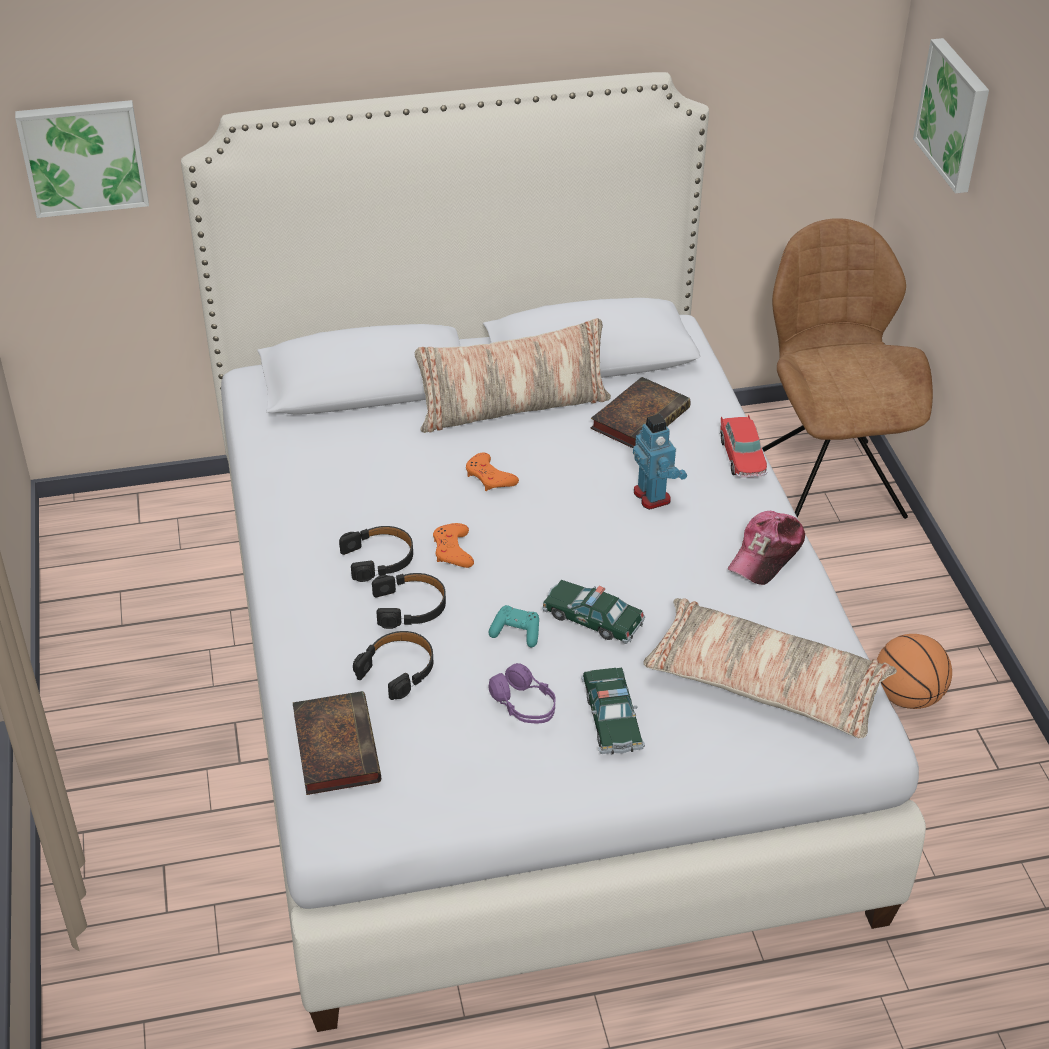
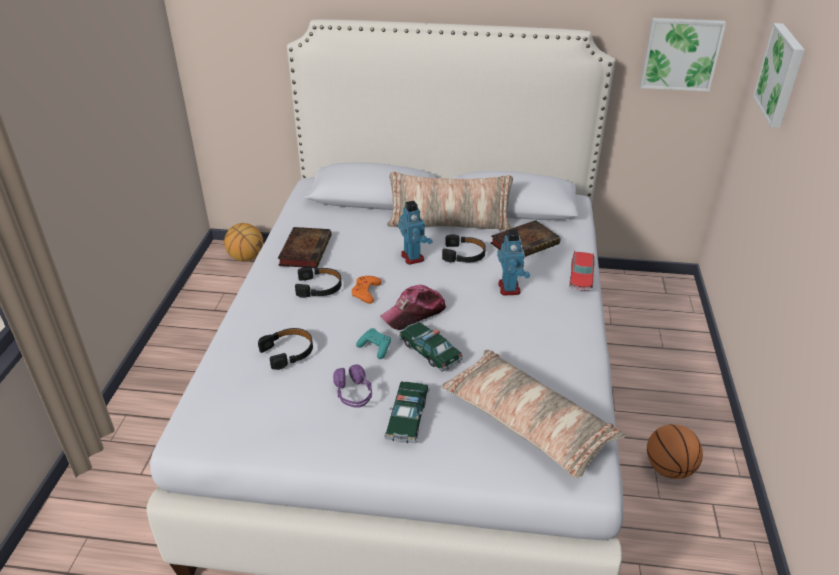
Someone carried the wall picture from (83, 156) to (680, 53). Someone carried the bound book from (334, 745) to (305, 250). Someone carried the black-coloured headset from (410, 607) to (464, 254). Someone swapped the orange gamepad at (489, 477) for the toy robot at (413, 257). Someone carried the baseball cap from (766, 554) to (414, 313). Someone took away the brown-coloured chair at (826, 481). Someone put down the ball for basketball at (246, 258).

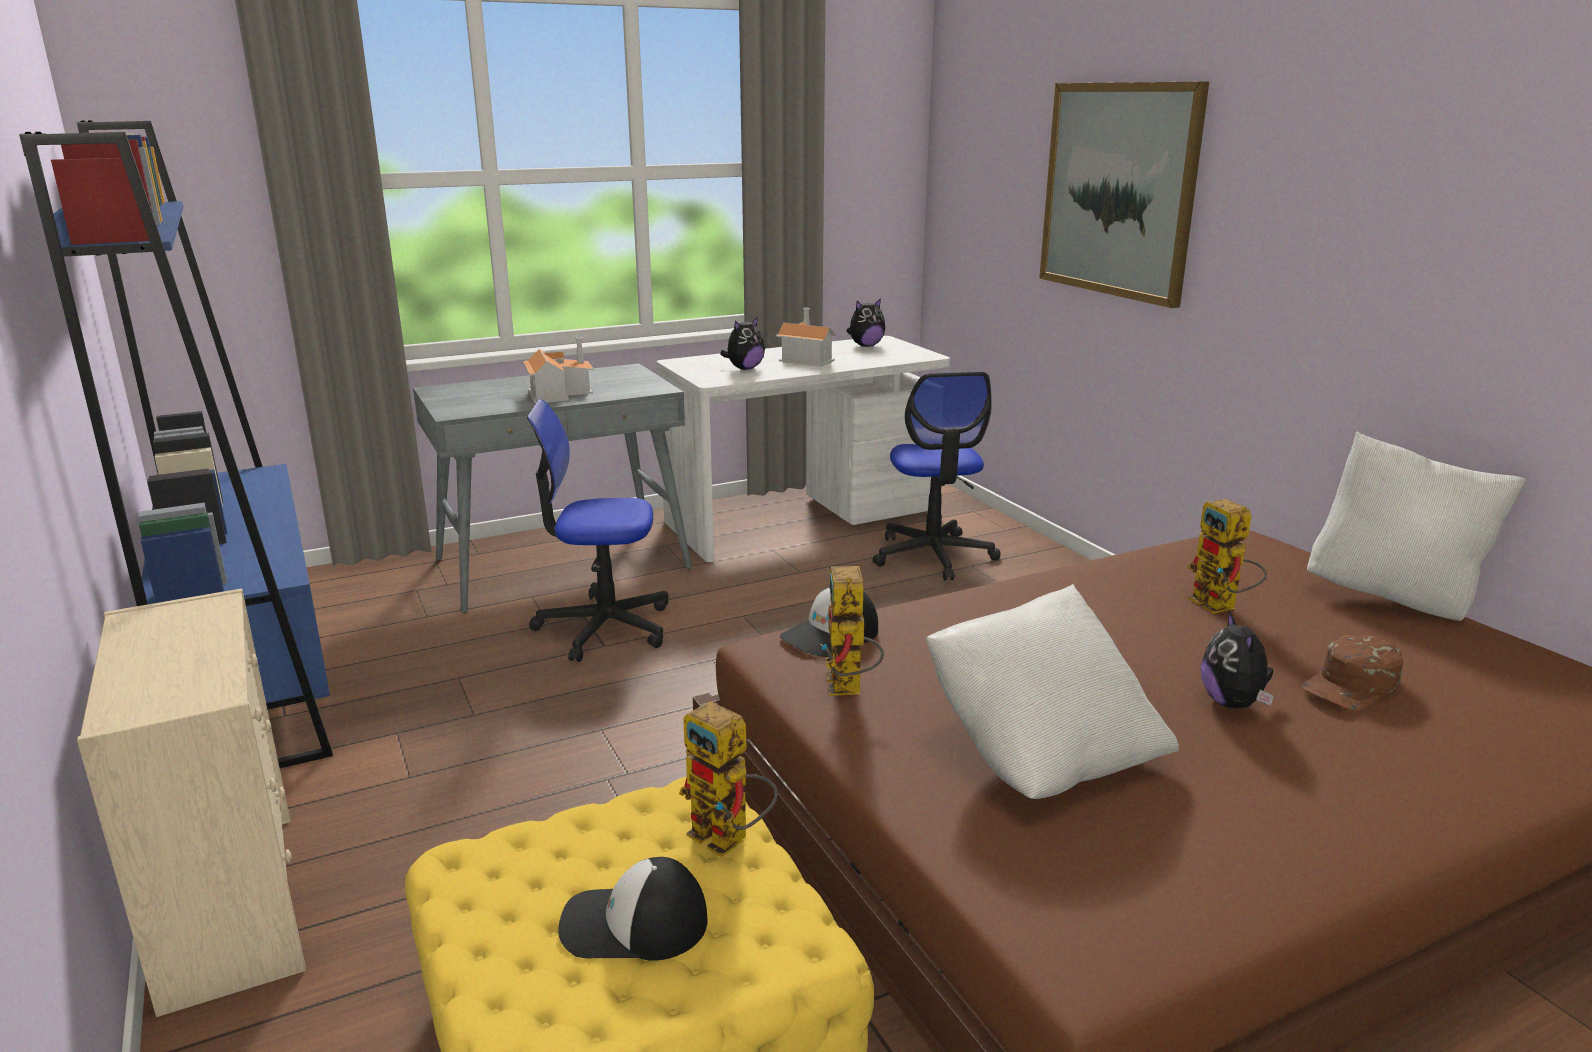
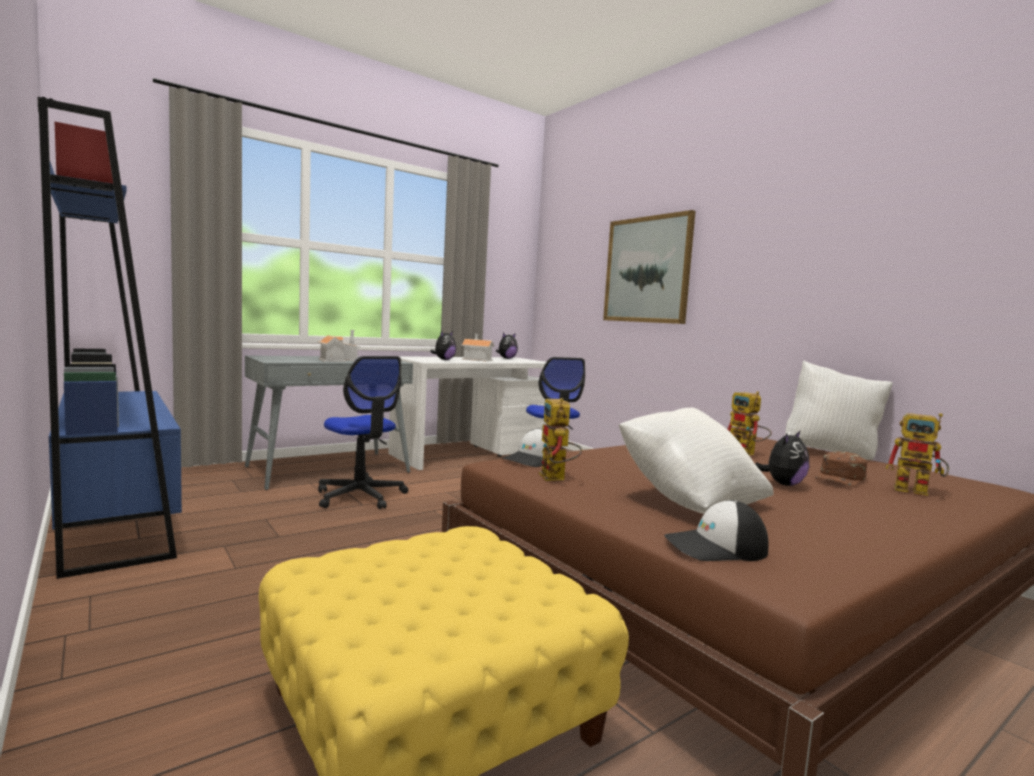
Someone took away the sand-coloured chest of drawers at (230, 904). Someone rotated the desk chair at (604, 627) by 120 degrees counterclockwise. Someone carried the baseball cap from (633, 924) to (716, 547). Someone carried the toy robot from (730, 840) to (919, 491). Someone rotated the plush toy at (1233, 703) by 120 degrees counterclockwise.

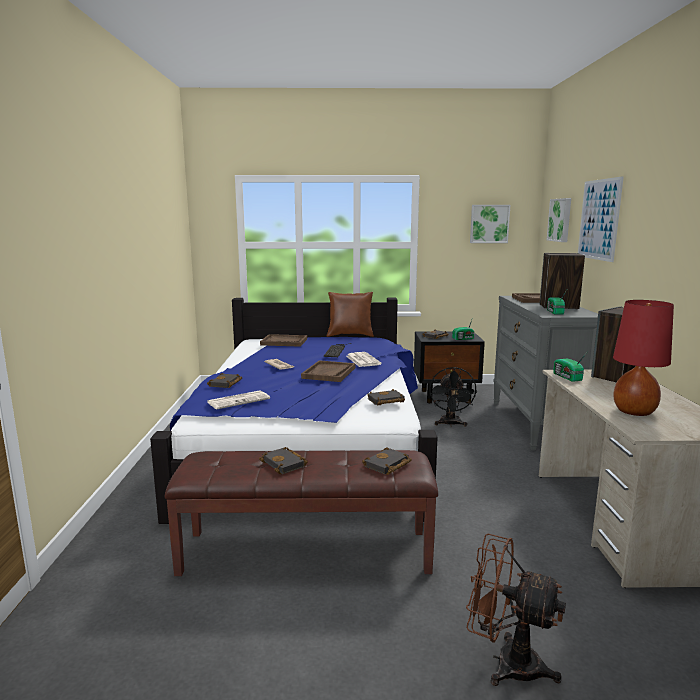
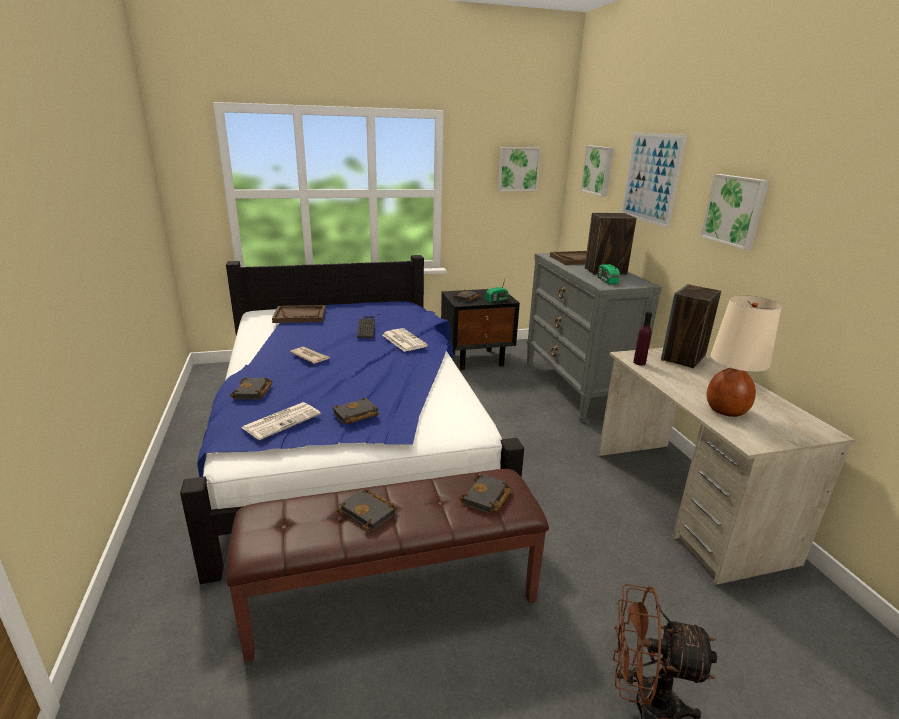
Someone took away the brown-coloured tray at (329, 373). Someone took away the brown-coloured cushion at (350, 335). Someone carried the black-coloured bound book from (385, 401) to (355, 415). Someone took away the black-coloured electric fan at (450, 424). Someone swapped the radio receiver at (567, 377) for the purple drink bottle at (639, 363). Someone repainted the red tabletop lamp at (635, 412), which became the sand-coloured tabletop lamp at (726, 410). Someone put up the wall picture at (735, 210).

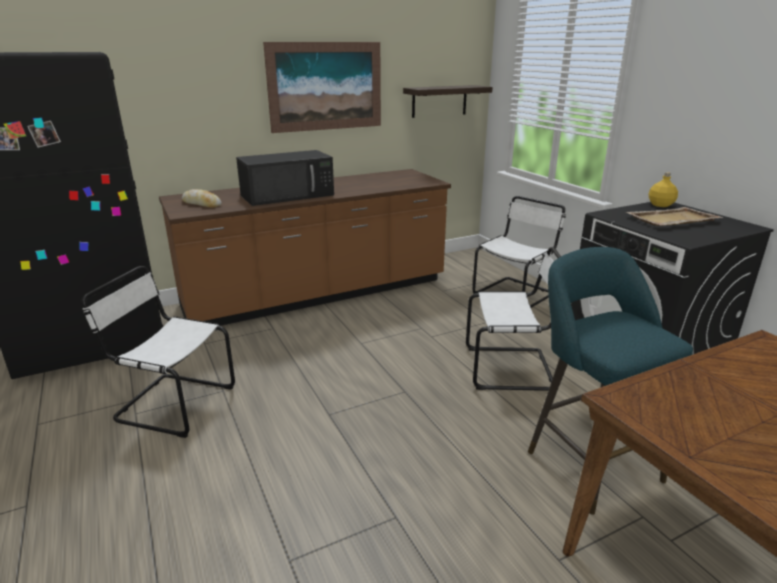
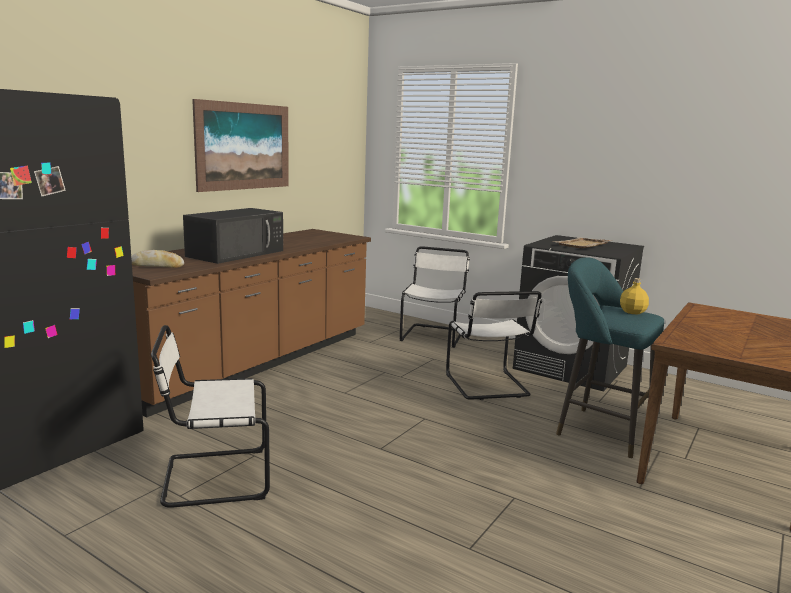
Someone took away the shelf at (439, 101). Someone rotated the white chair at (512, 369) by 105 degrees clockwise. Someone carried the yellow drink bottle from (660, 205) to (633, 312).

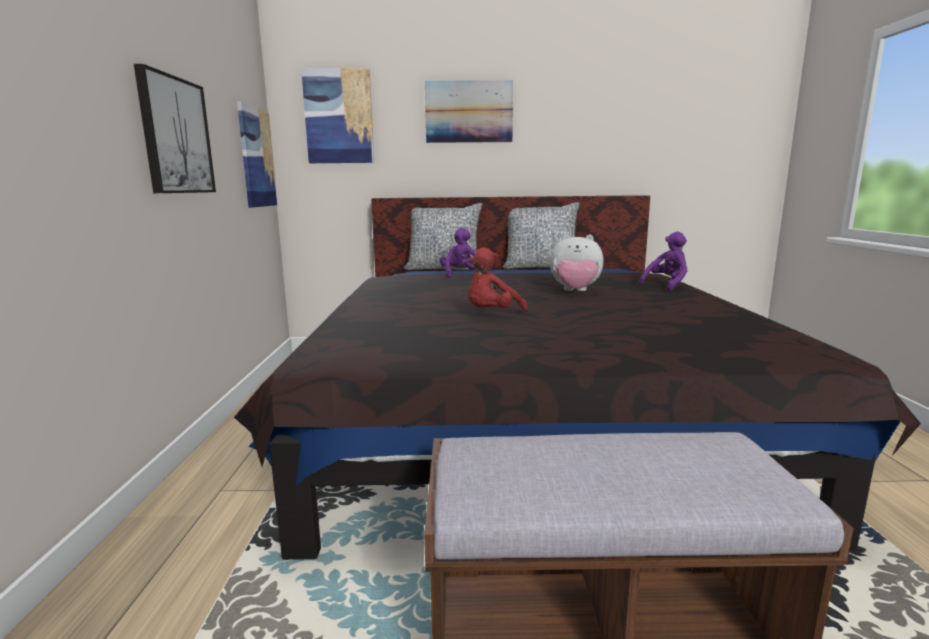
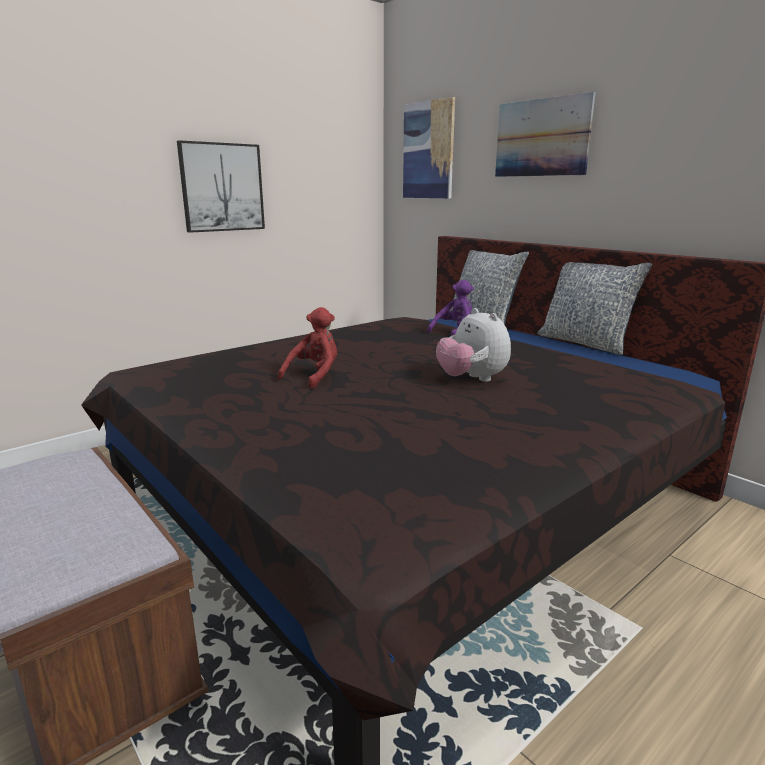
Someone took away the wall picture at (257, 157). Someone rotated the red plush toy at (492, 314) by 120 degrees clockwise. Someone took away the purple plush toy at (666, 285).

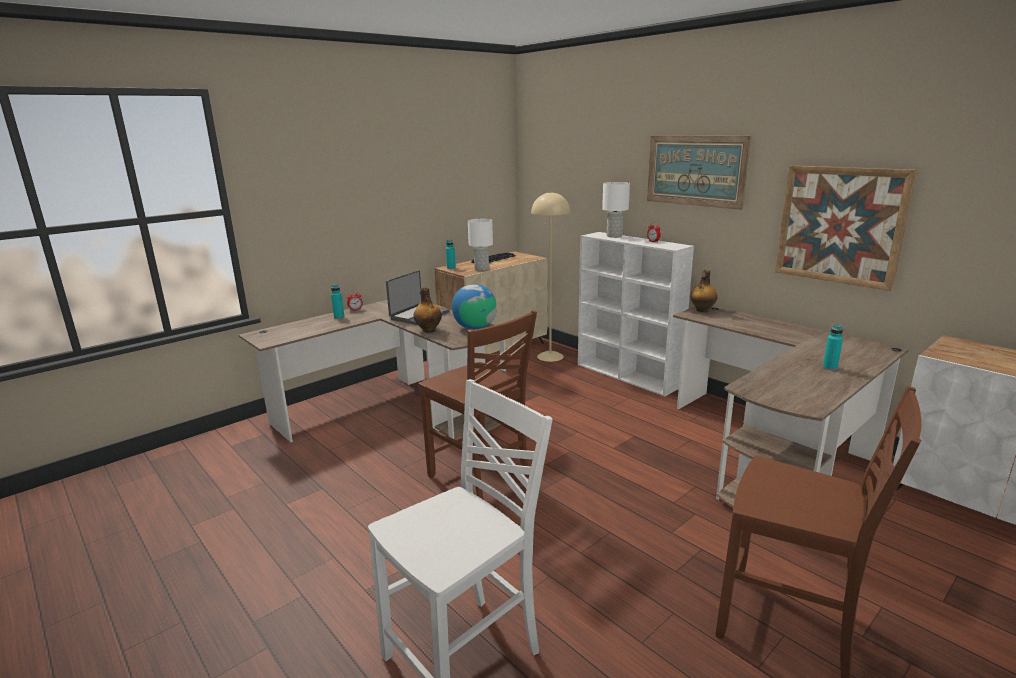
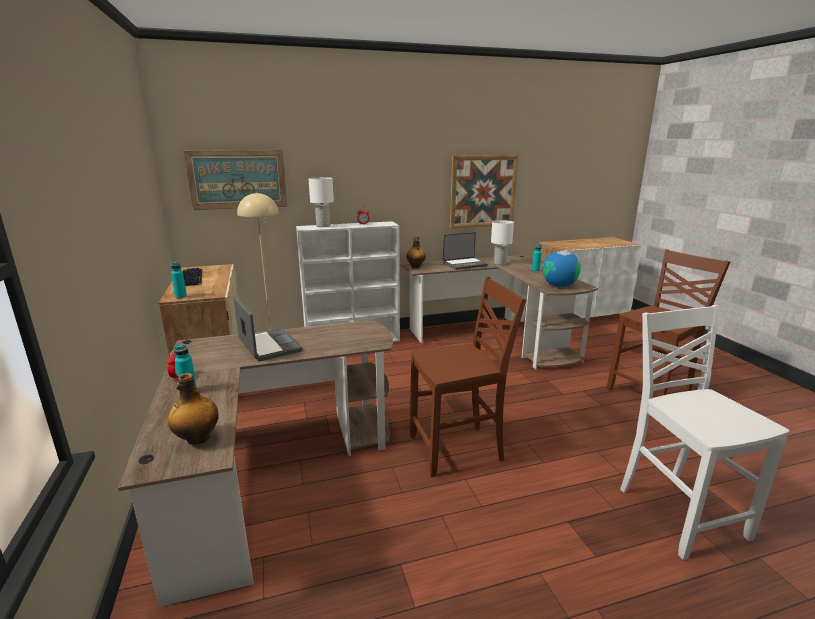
Someone carried the drink bottle from (428, 330) to (197, 439). Someone carried the globe from (475, 327) to (559, 286). Someone carried the white tabletop lamp from (481, 269) to (499, 263). Someone carried the wall picture from (695, 171) to (238, 179). Someone put down the portable computer at (464, 264).

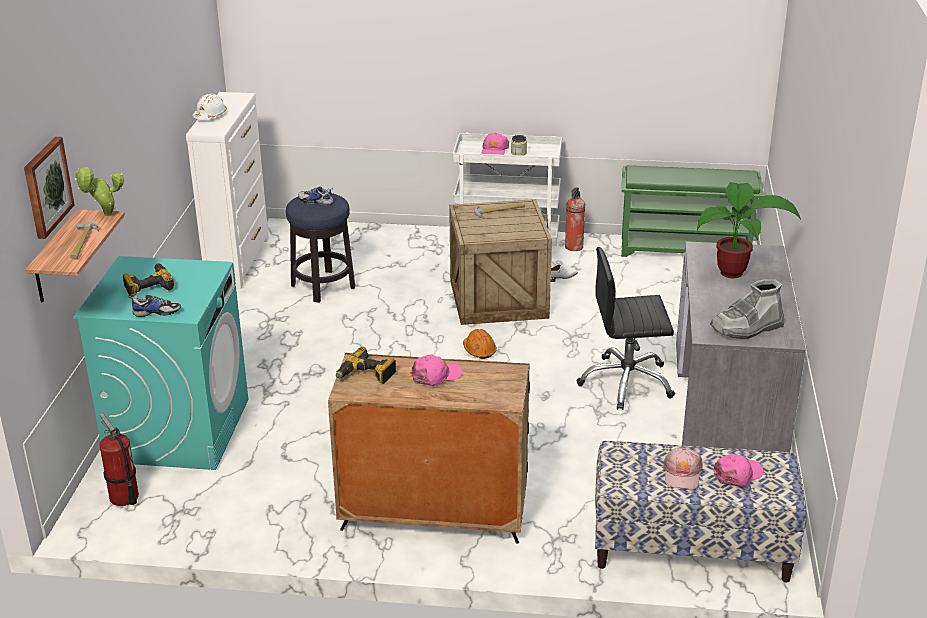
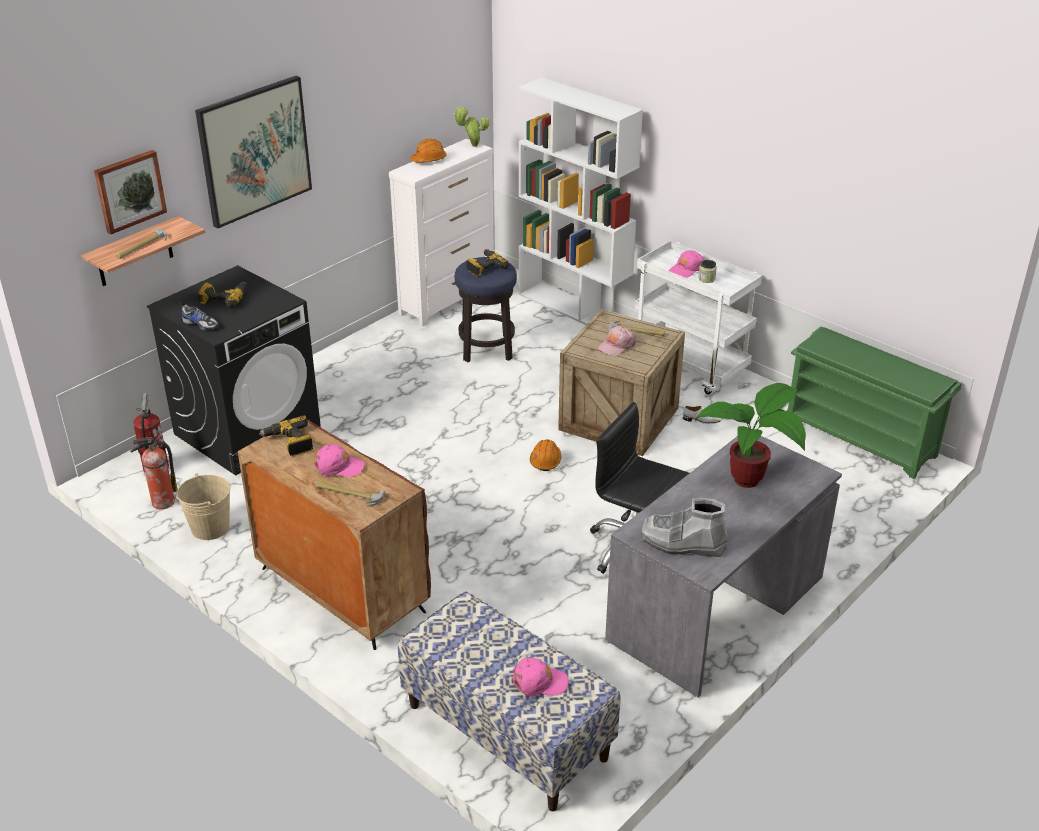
Someone repainted the turquoise-coloured washing machine at (178, 429), which became the black-coloured washing machine at (248, 430). Someone carried the potted plant from (105, 215) to (472, 146). Someone repainted the white work helmet at (210, 115), which became the orange work helmet at (429, 159). Someone swapped the low shoe at (315, 201) for the power drill at (484, 267). Someone carried the fire-fighting cylinder from (573, 247) to (162, 503). Someone carried the pink baseball cap from (682, 474) to (616, 346). Someone put down the sand-coloured water bucket at (210, 527). Someone put up the wall picture at (254, 150). Someone put down the hammer at (349, 494). Someone put down the white shelving unit at (574, 308).

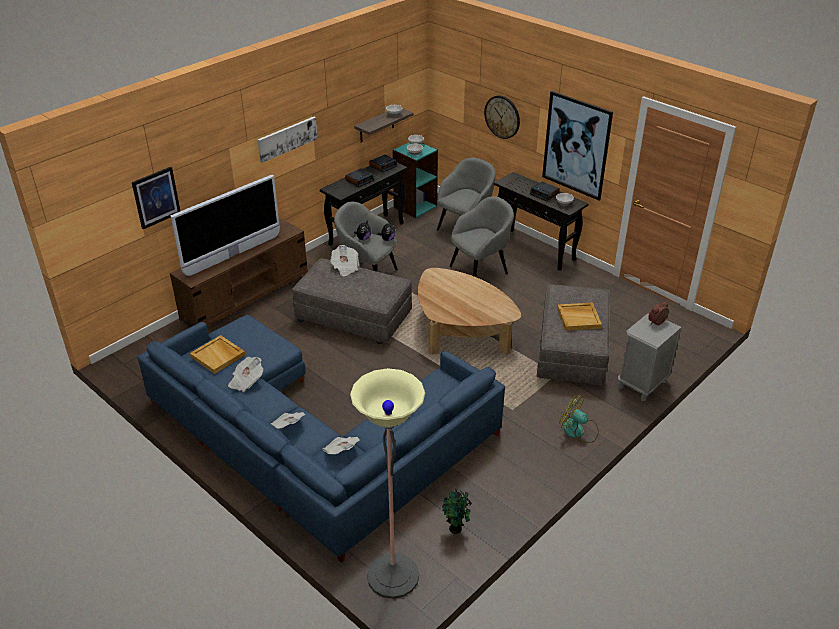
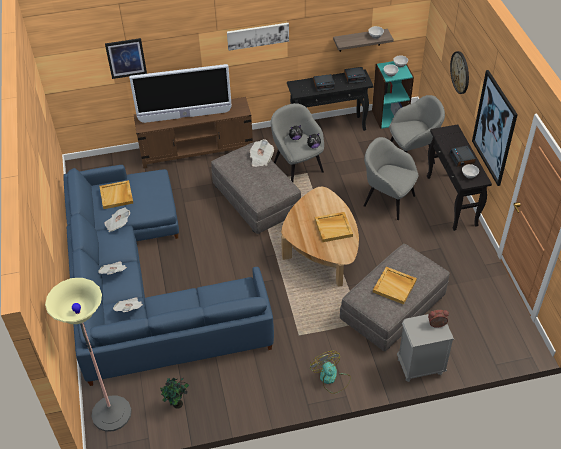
Someone rotated the gray lounge chair at (480, 269) by 150 degrees counterclockwise. Someone put down the sand-coloured tray at (333, 228).

